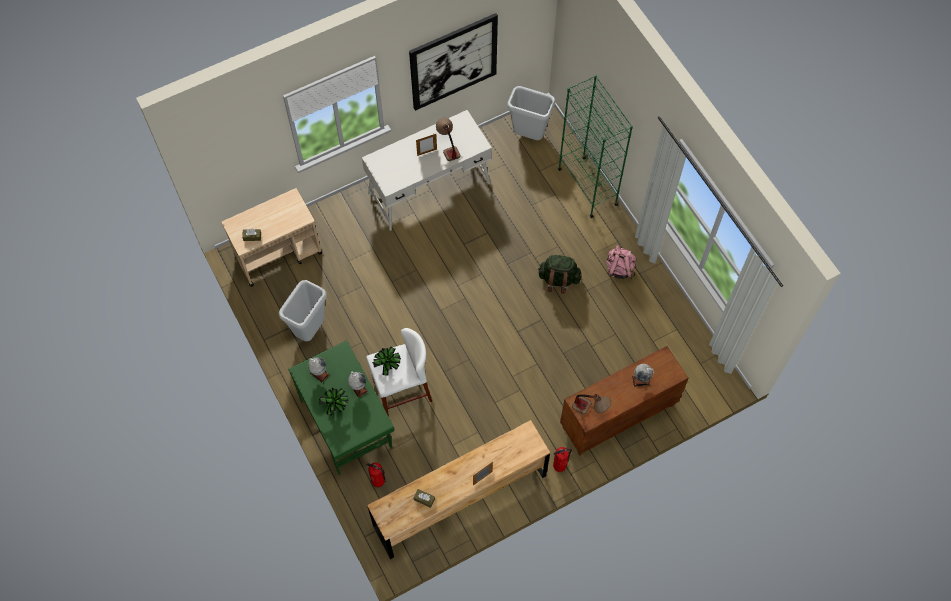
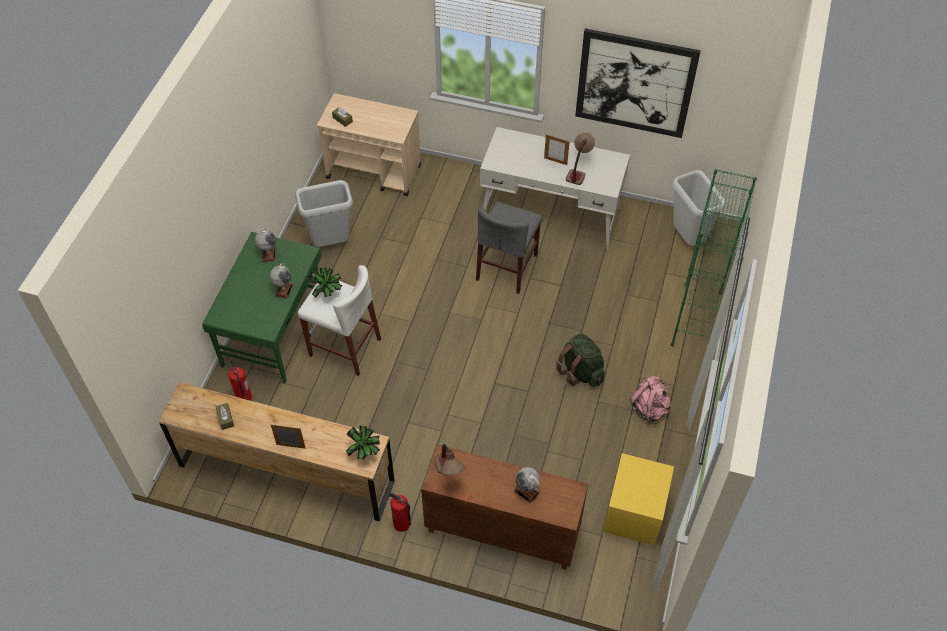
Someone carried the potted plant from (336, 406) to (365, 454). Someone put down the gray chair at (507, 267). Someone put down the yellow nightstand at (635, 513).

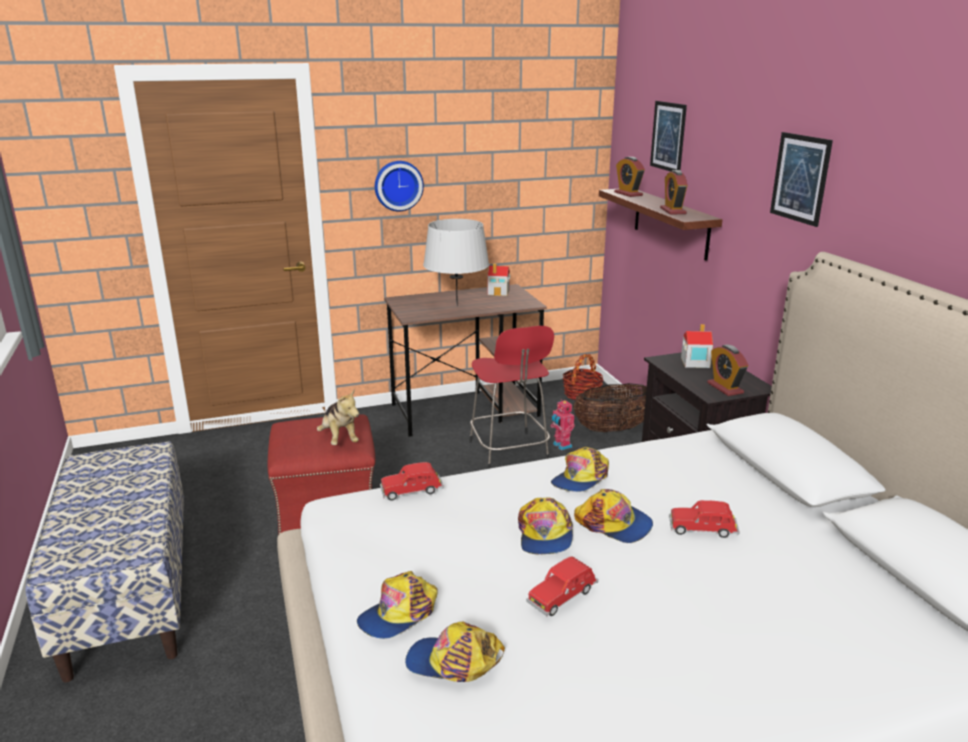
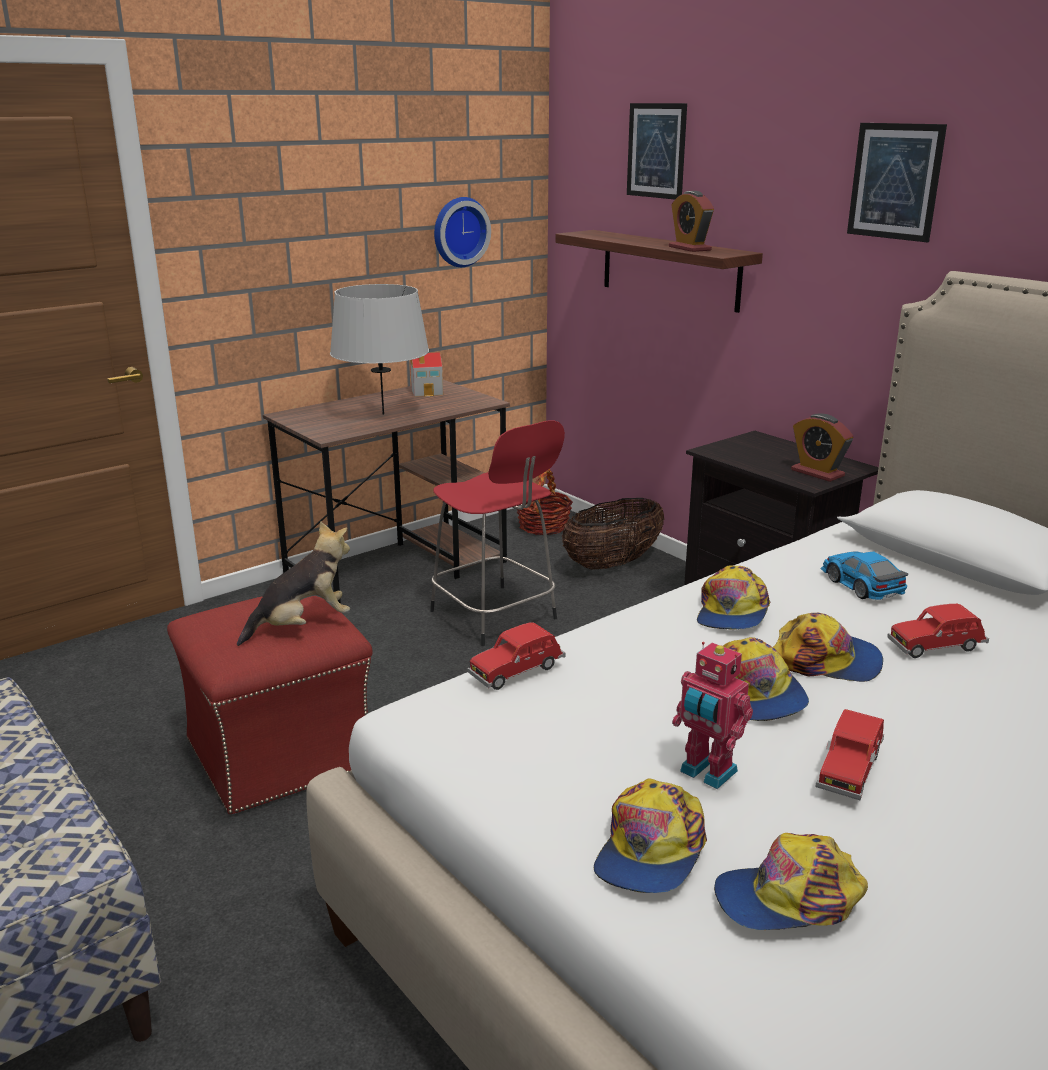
Someone rotated the plush toy at (339, 439) by 75 degrees counterclockwise. Someone carried the clock on the wall from (398, 185) to (459, 231). Someone carried the toy robot from (561, 446) to (706, 773). Someone took away the alarm clock at (628, 194). Someone took away the toy house at (694, 362). Someone put down the miniature car at (861, 584).

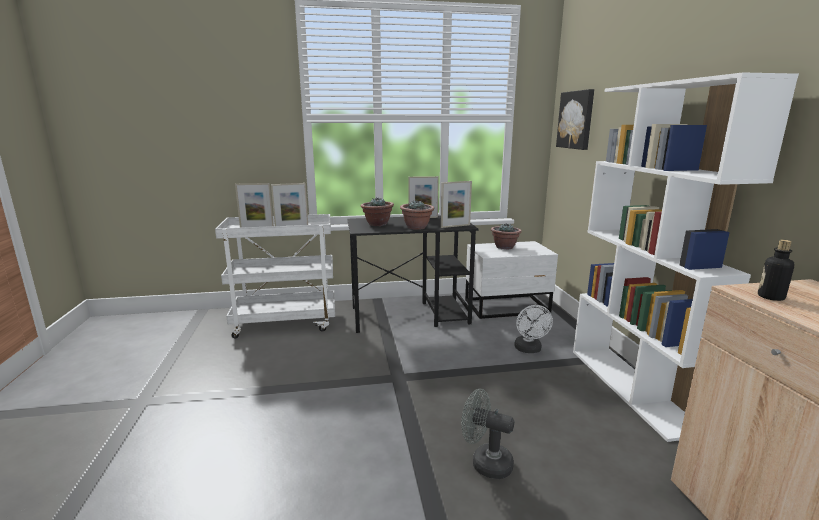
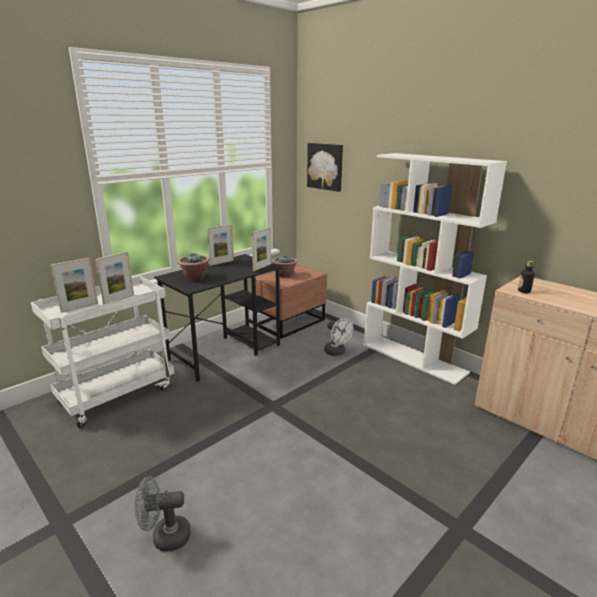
Someone took away the potted plant at (417, 227). Someone carried the gray electric fan from (485, 462) to (165, 537). Someone repainted the white nightstand at (508, 307), which became the brown-coloured nightstand at (291, 323).

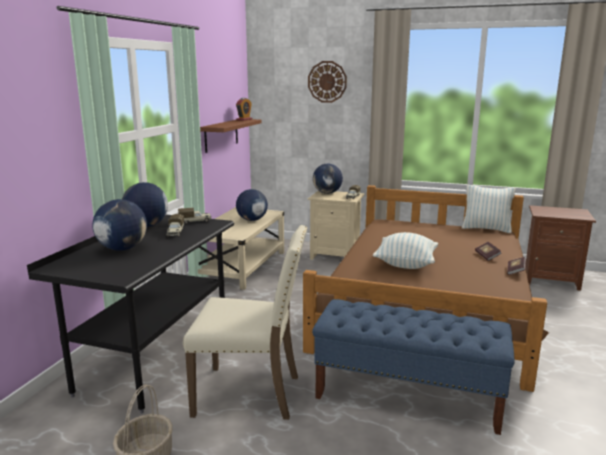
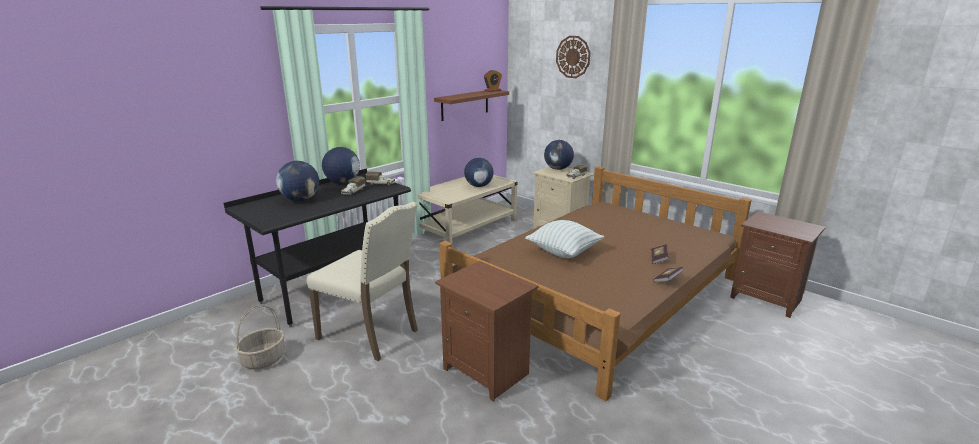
Someone swapped the bluish long seat at (408, 396) for the brown-coloured nightstand at (487, 371). Someone took away the cushion at (486, 229).

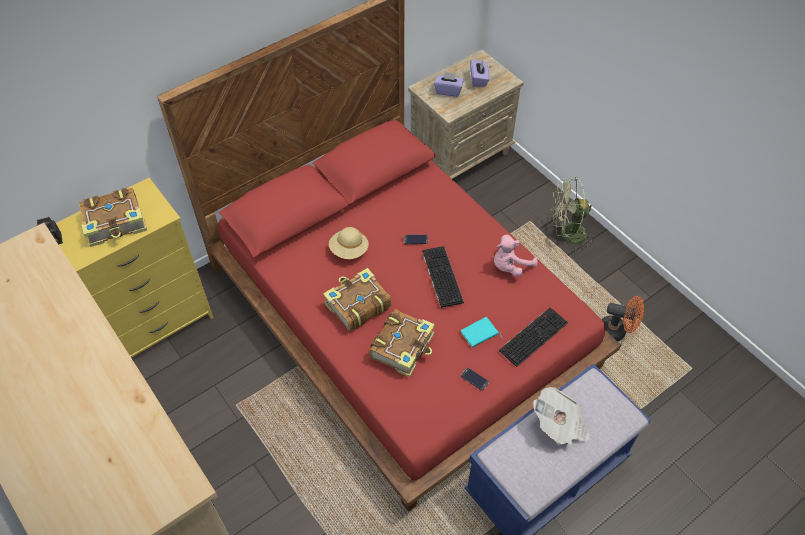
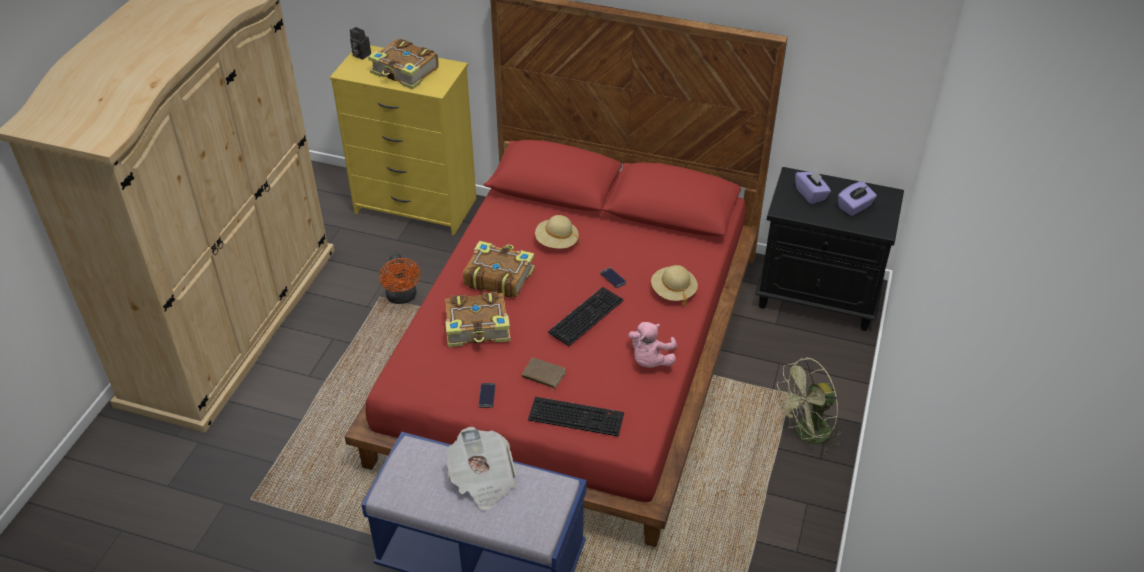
Someone repainted the sand-coloured nightstand at (461, 155), which became the black-coloured nightstand at (819, 296). Someone repainted the turquoise-coloured bound book at (479, 334), which became the brown-coloured bound book at (543, 375). Someone rotated the pink plush toy at (510, 266) by 90 degrees counterclockwise. Someone rotated the green-coloured electric fan at (567, 235) by 75 degrees counterclockwise. Someone carried the orange electric fan from (617, 331) to (402, 298). Someone put down the sand-coloured wearable hat at (673, 291).

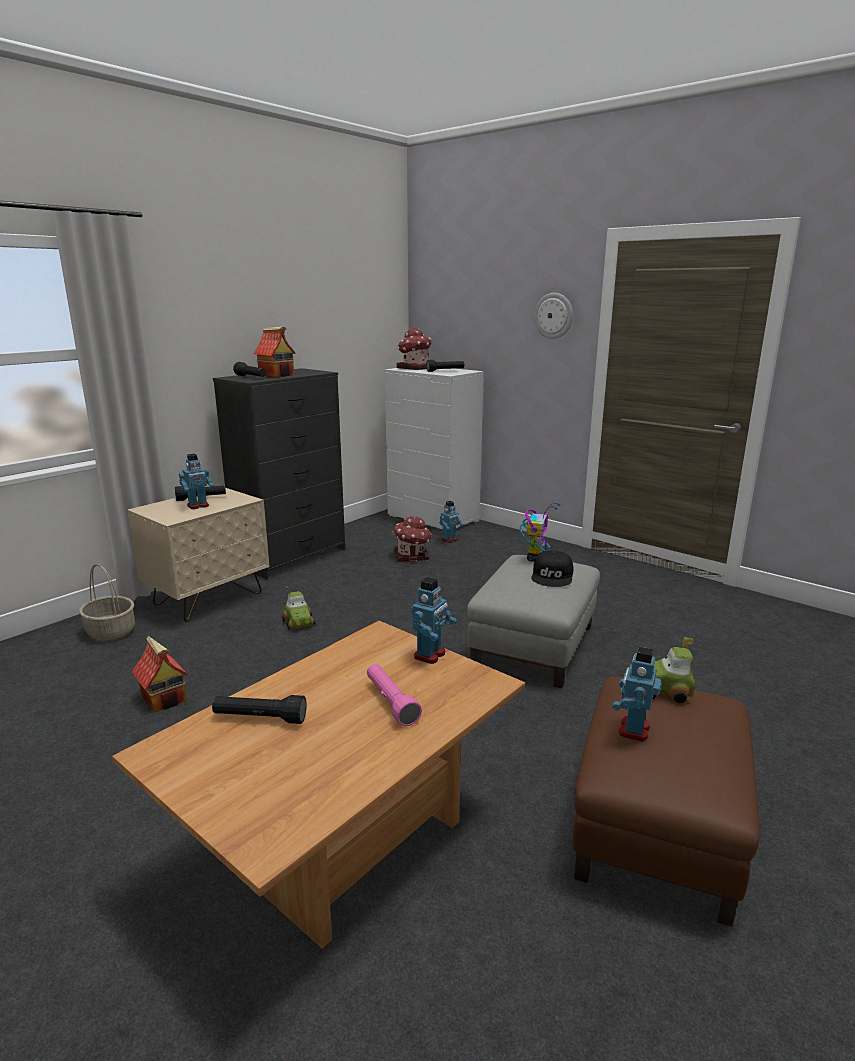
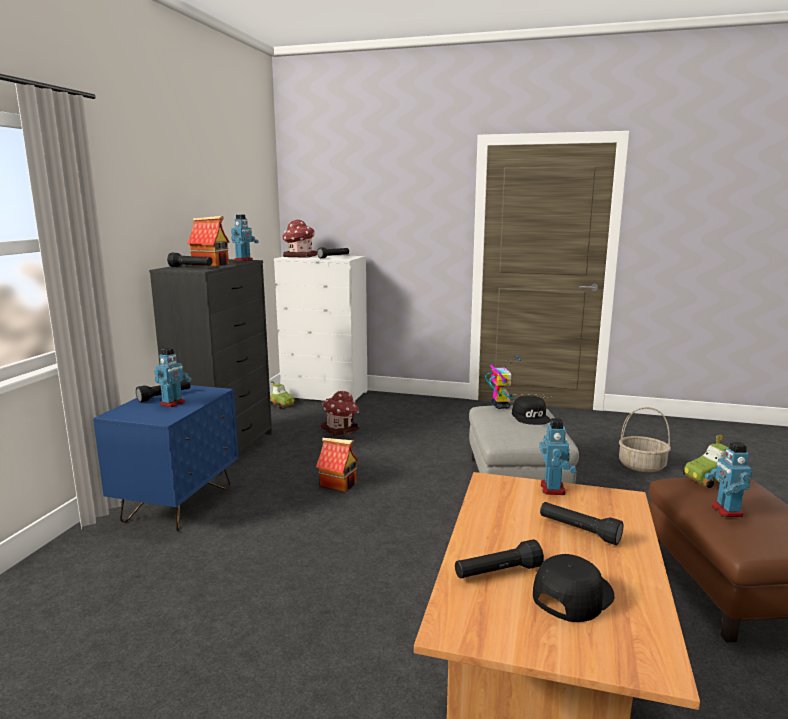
Someone carried the household basket from (110, 631) to (641, 466). Someone repainted the sand-coloured nightstand at (208, 599), which became the bluish nightstand at (178, 504). Someone carried the toy house from (165, 698) to (339, 484). Someone carried the miniature car from (299, 623) to (283, 404). Someone repainted the pink hand torch at (391, 702), which became the black-coloured hand torch at (578, 531). Someone carried the toy robot from (449, 540) to (244, 260). Someone took away the clock on the wall at (553, 315). Someone put down the black-coloured baseball cap at (571, 594).

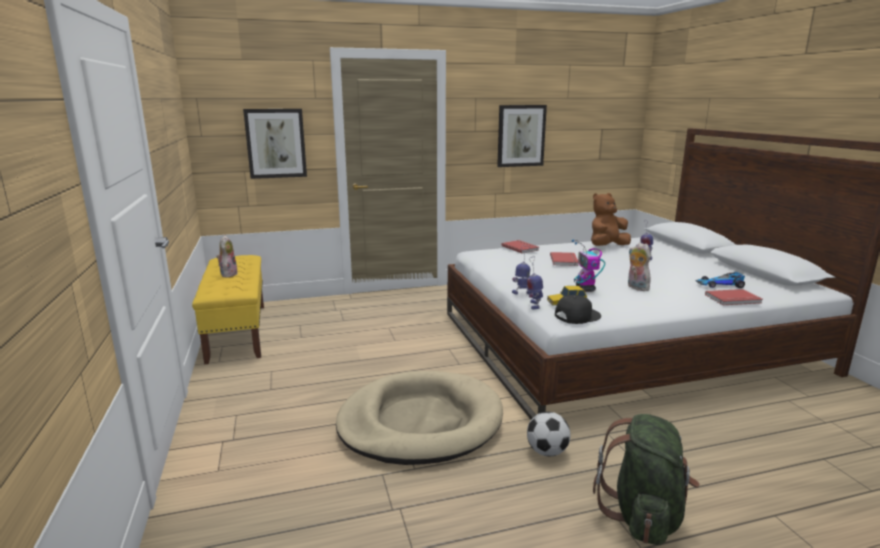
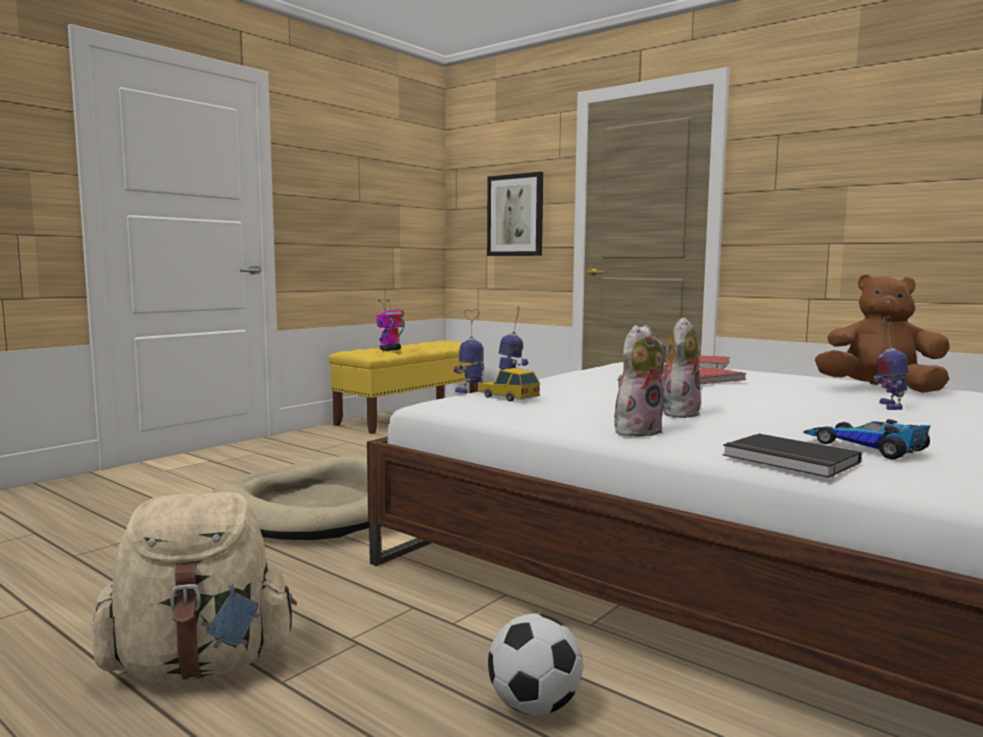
Someone carried the plush toy from (228, 274) to (637, 431). Someone took away the wall picture at (521, 136). Someone carried the football ball from (547, 452) to (534, 706). Someone took away the black-coloured baseball cap at (577, 315). Someone carried the toy robot from (585, 289) to (389, 350). Someone repainted the green-coloured rucksack at (643, 515), which became the sand-coloured rucksack at (200, 665). Someone repainted the red bound book at (734, 299), which became the black-coloured bound book at (789, 460).

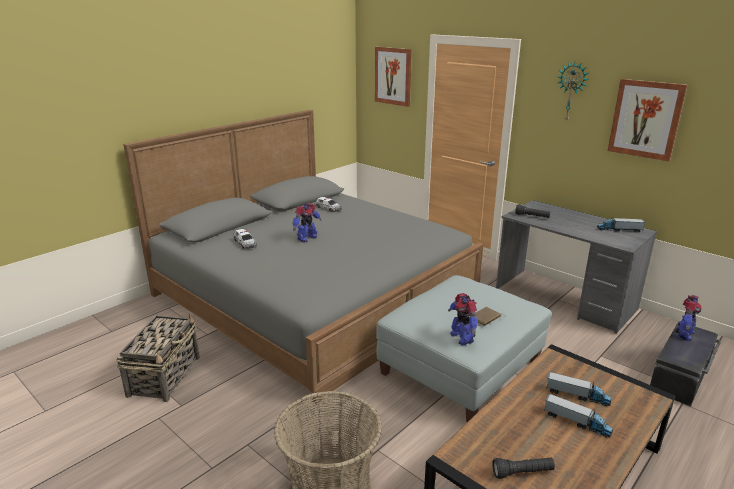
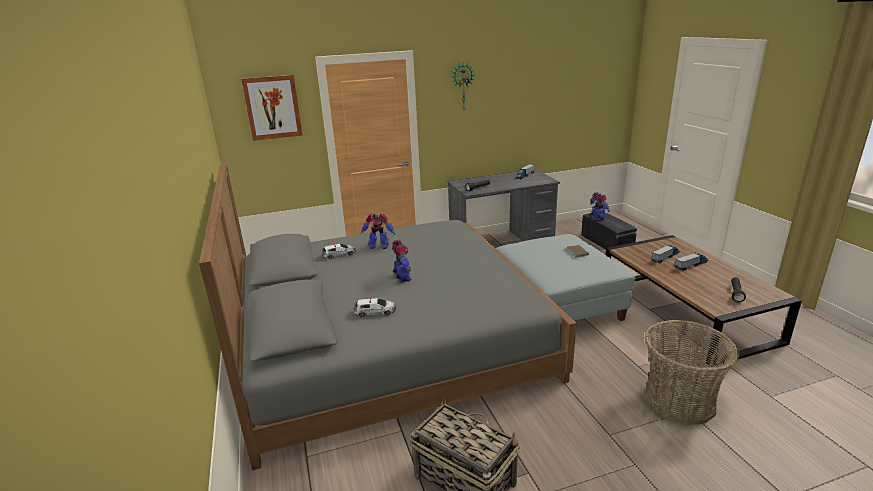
Someone carried the toy robot from (462, 337) to (379, 246). Someone took away the wall picture at (645, 119).

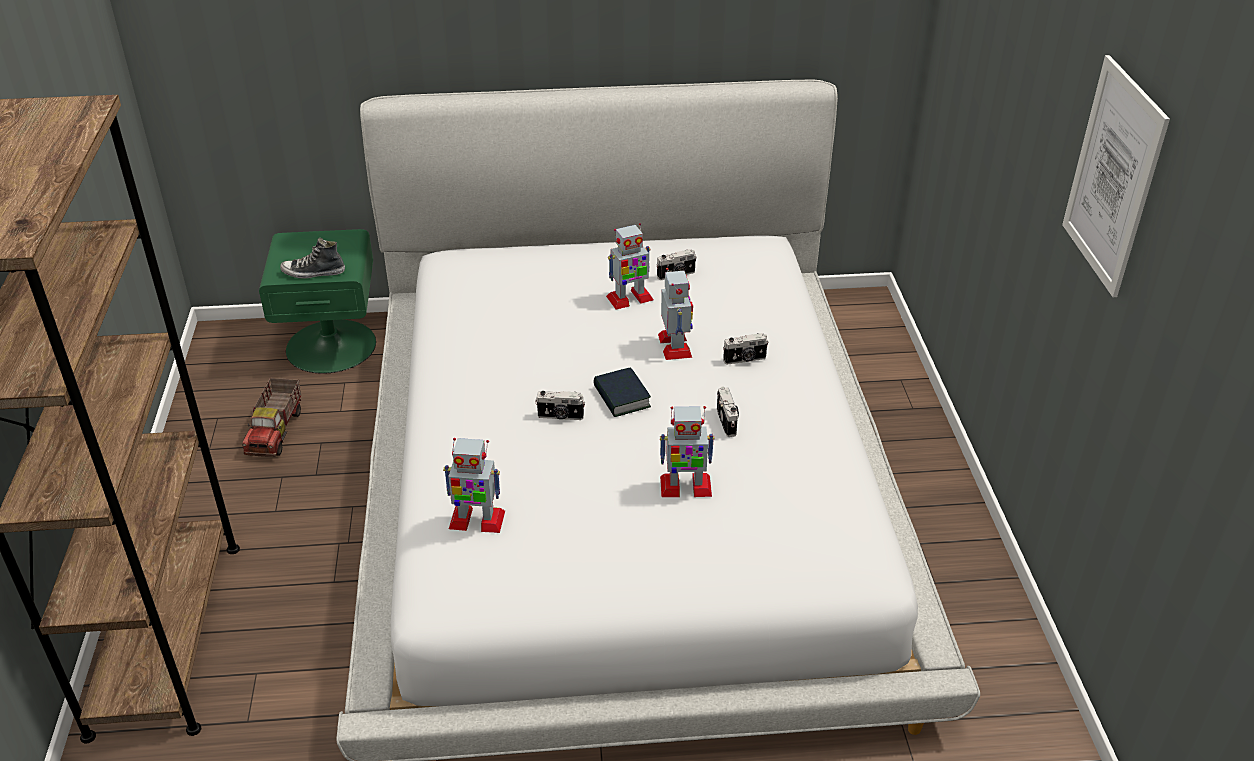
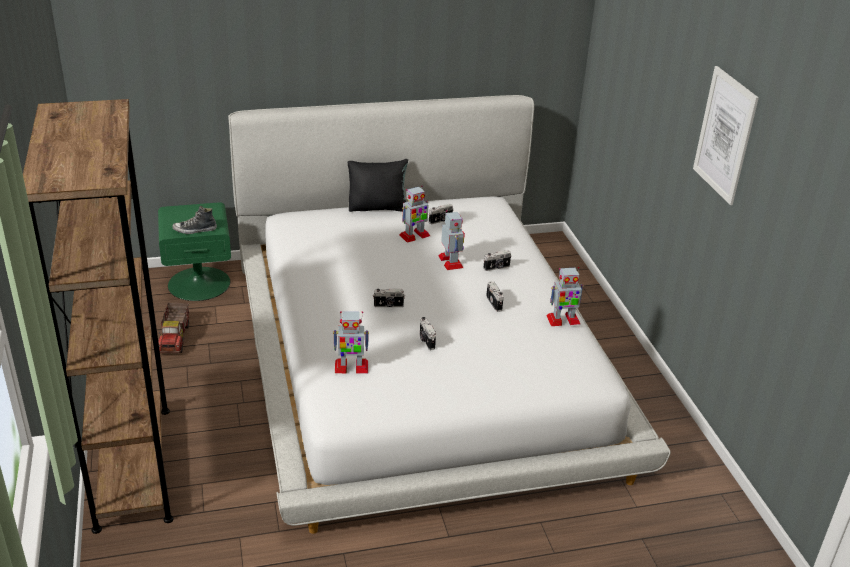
Someone took away the bound book at (621, 397). Someone carried the toy robot from (685, 487) to (563, 320). Someone put down the black-coloured cushion at (378, 207). Someone put down the photo camera at (426, 341).

